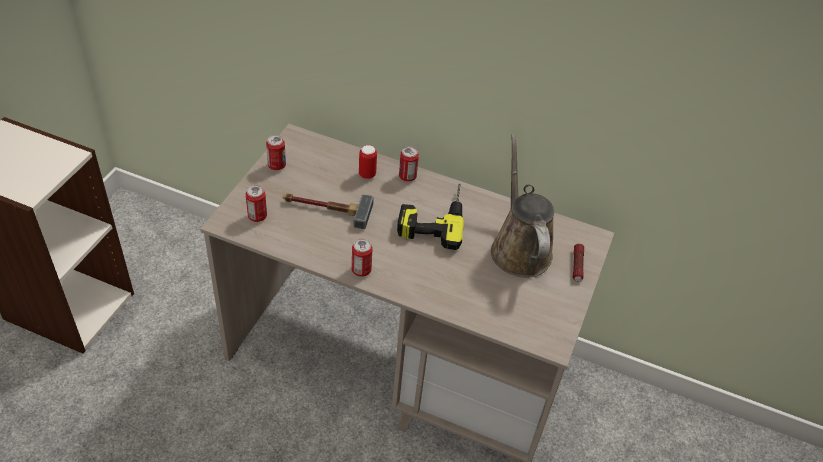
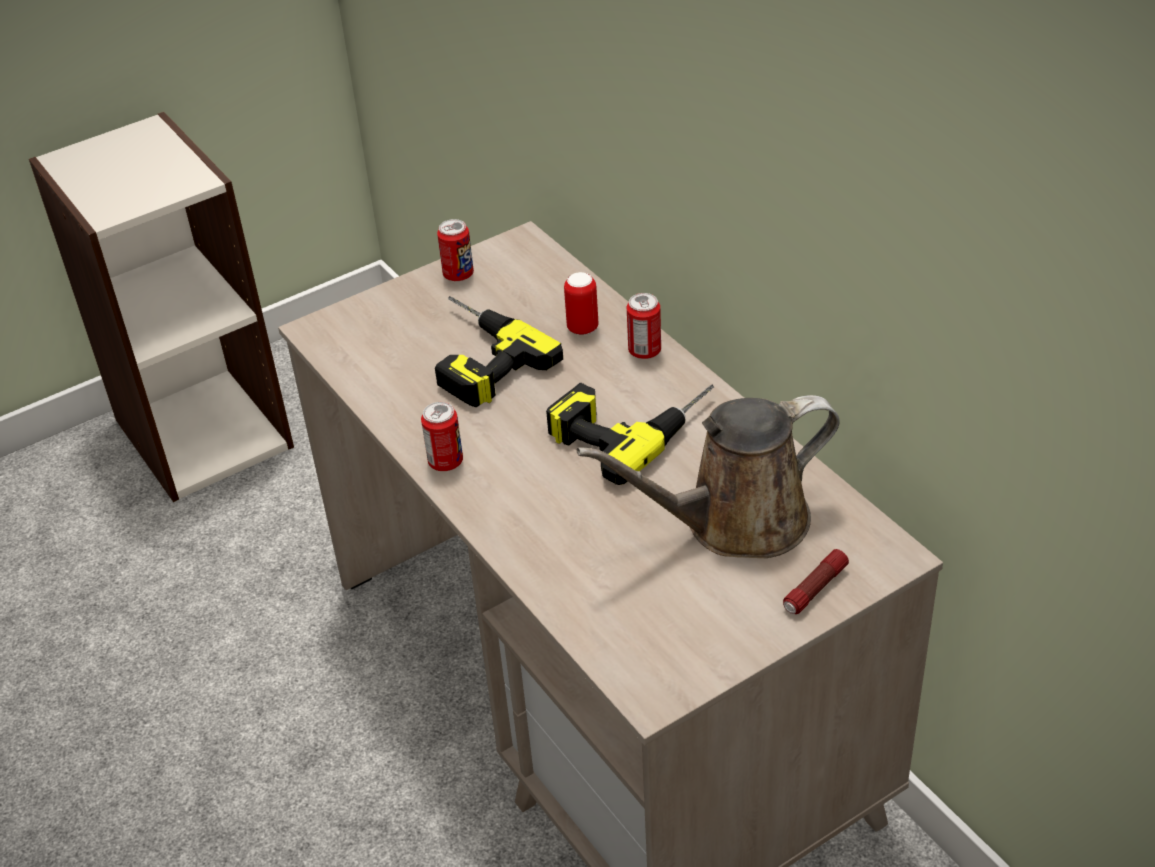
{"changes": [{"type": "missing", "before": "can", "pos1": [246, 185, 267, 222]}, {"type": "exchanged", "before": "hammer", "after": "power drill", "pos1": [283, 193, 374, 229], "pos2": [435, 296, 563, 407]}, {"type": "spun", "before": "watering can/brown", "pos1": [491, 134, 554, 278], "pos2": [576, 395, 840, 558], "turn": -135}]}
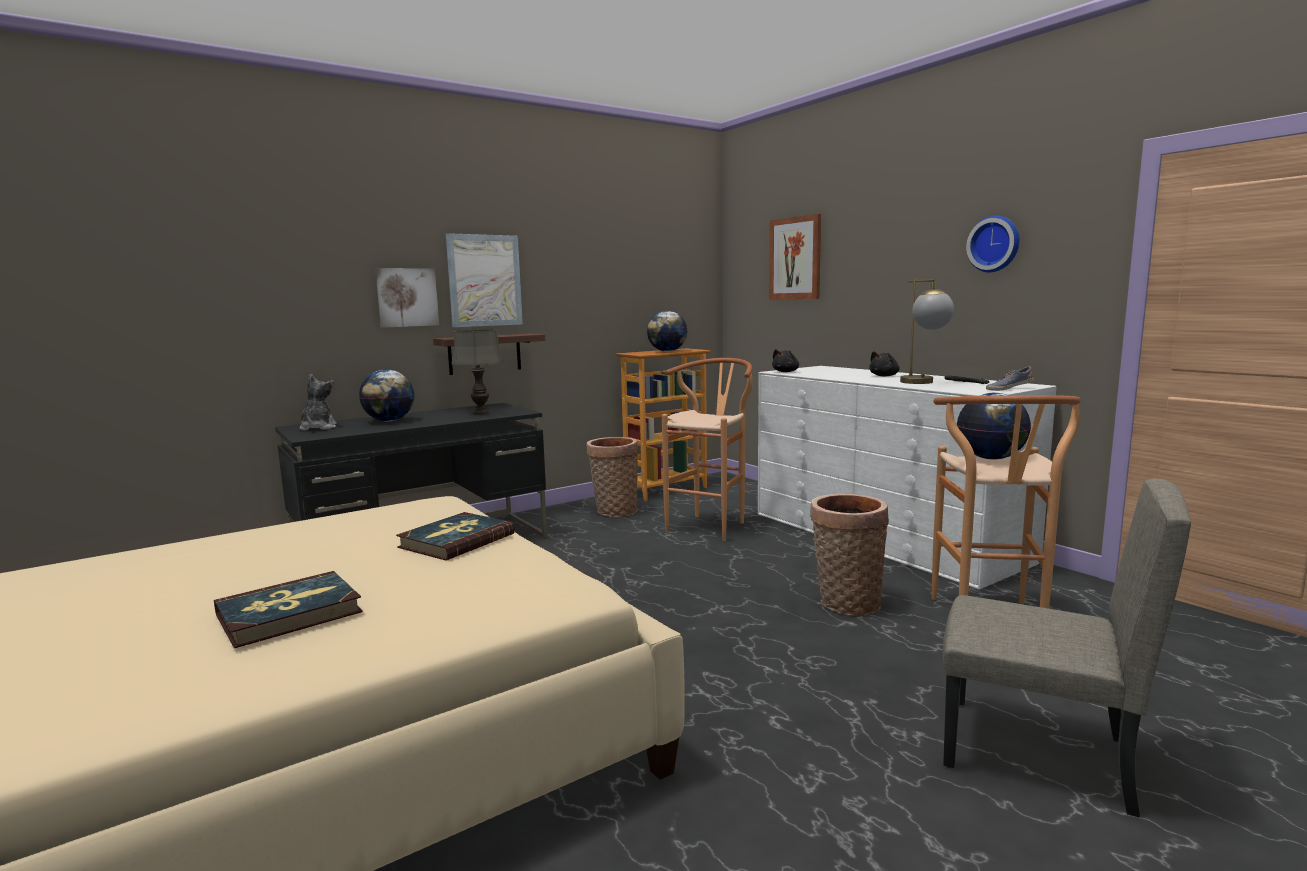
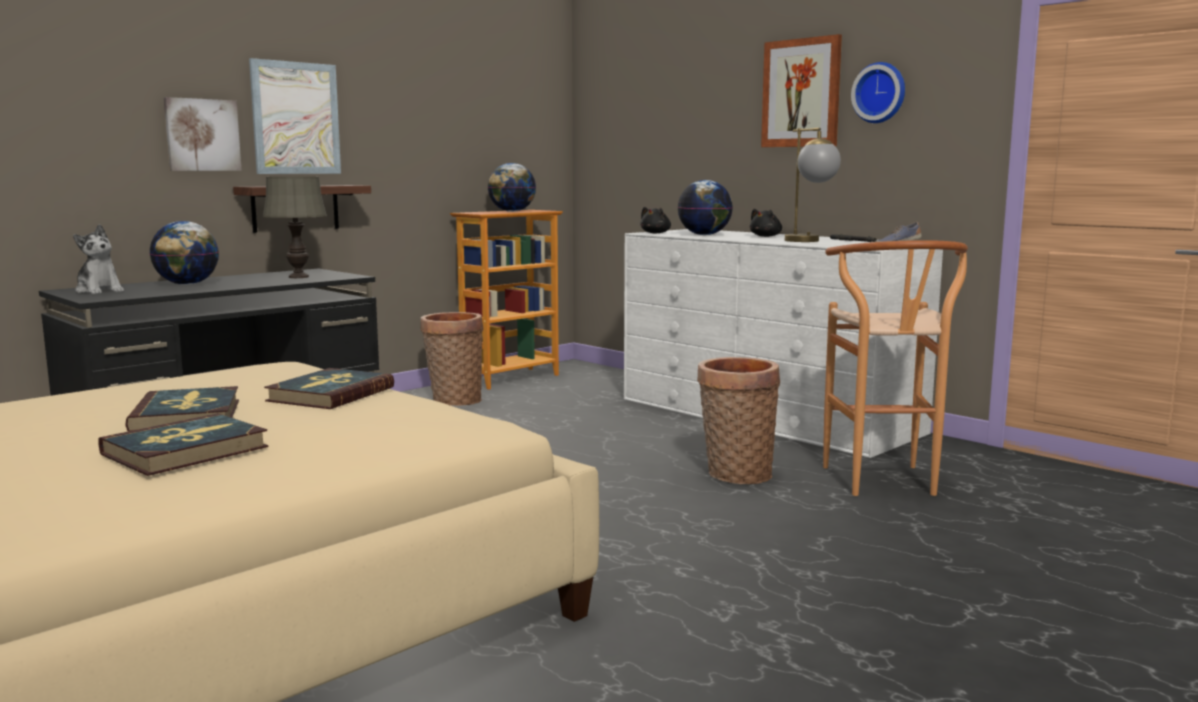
{"changes": [{"type": "missing", "before": "stool/brown", "pos1": [662, 358, 752, 541]}, {"type": "missing", "before": "chair/beige", "pos1": [943, 478, 1191, 817]}, {"type": "appeared", "after": "book", "pos2": [125, 386, 239, 431]}, {"type": "relocated", "before": "picture", "pos1": [769, 214, 821, 300], "pos2": [761, 34, 842, 147]}, {"type": "relocated", "before": "globe", "pos1": [957, 393, 1031, 460], "pos2": [677, 180, 733, 235]}, {"type": "spun", "before": "plush toy", "pos1": [299, 374, 336, 431], "pos2": [73, 224, 124, 294], "turn": 150}]}
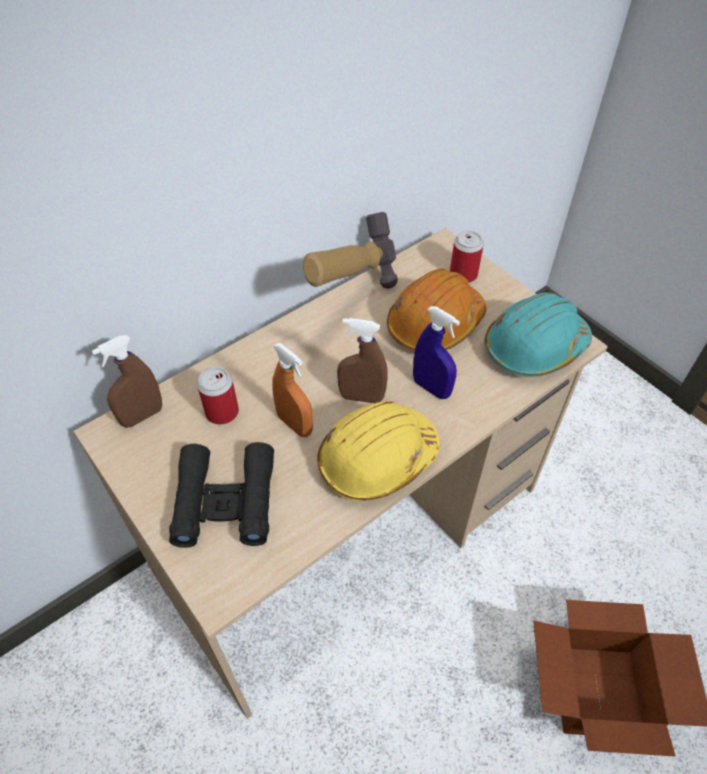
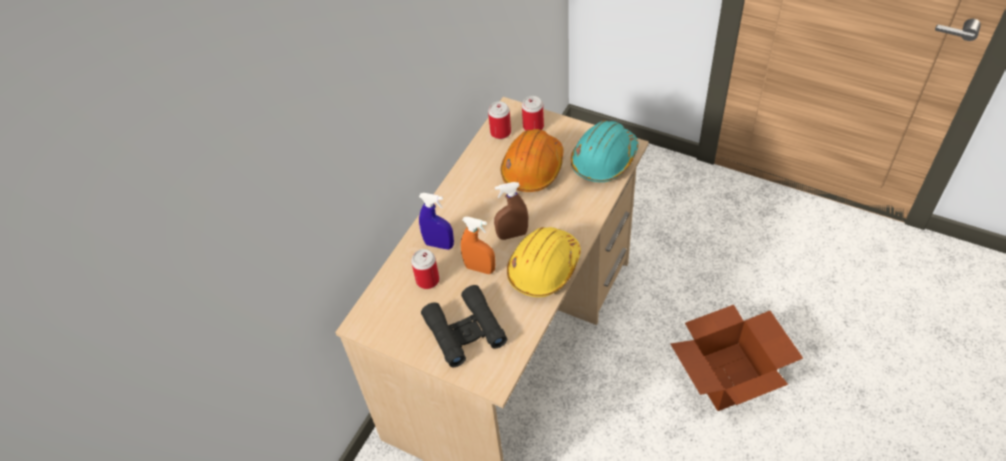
{"changes": [{"type": "missing", "before": "spray bottle/brown", "pos1": [92, 335, 162, 427]}, {"type": "missing", "before": "hammer", "pos1": [303, 212, 398, 289]}, {"type": "appeared", "after": "can", "pos2": [488, 101, 511, 139]}, {"type": "relocated", "before": "spray bottle/blue", "pos1": [413, 306, 460, 399], "pos2": [419, 193, 454, 250]}]}
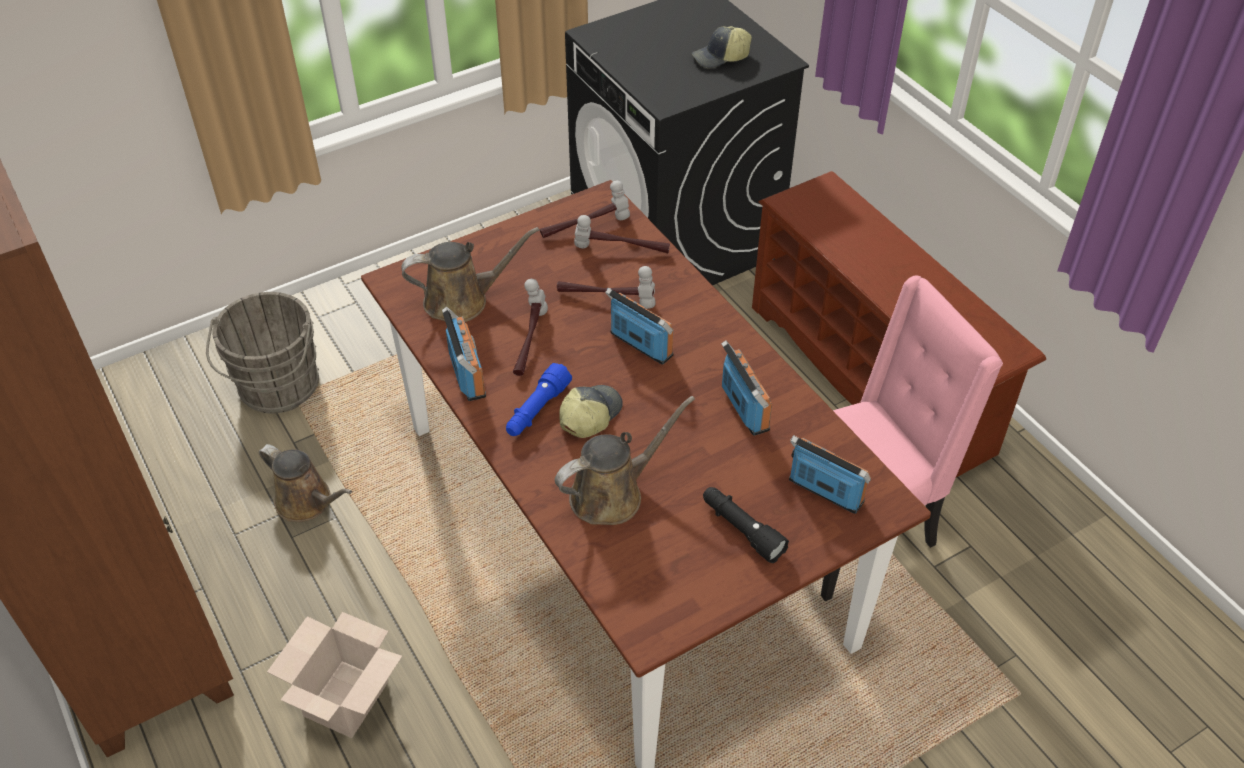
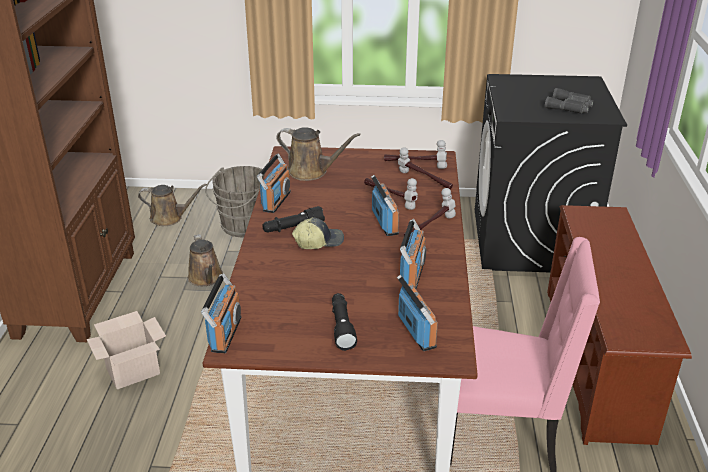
{"changes": [{"type": "appeared", "after": "radio", "pos2": [201, 273, 241, 354]}, {"type": "relocated", "before": "hammer", "pos1": [513, 279, 548, 376], "pos2": [404, 188, 456, 236]}, {"type": "relocated", "before": "watering can/brown", "pos1": [555, 396, 695, 525], "pos2": [138, 184, 207, 226]}, {"type": "exchanged", "before": "cap", "after": "binoculars/grey", "pos1": [692, 26, 752, 68], "pos2": [545, 88, 593, 114]}, {"type": "colour", "before": "flashlight/blue", "after": "flashlight/black", "pos1": [506, 363, 572, 436], "pos2": [262, 206, 325, 233]}]}
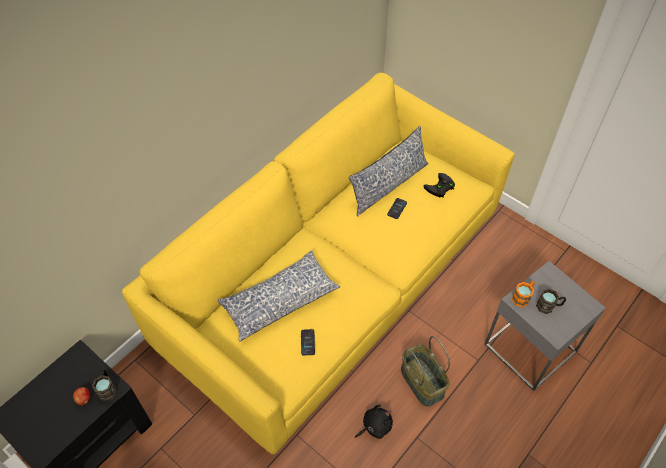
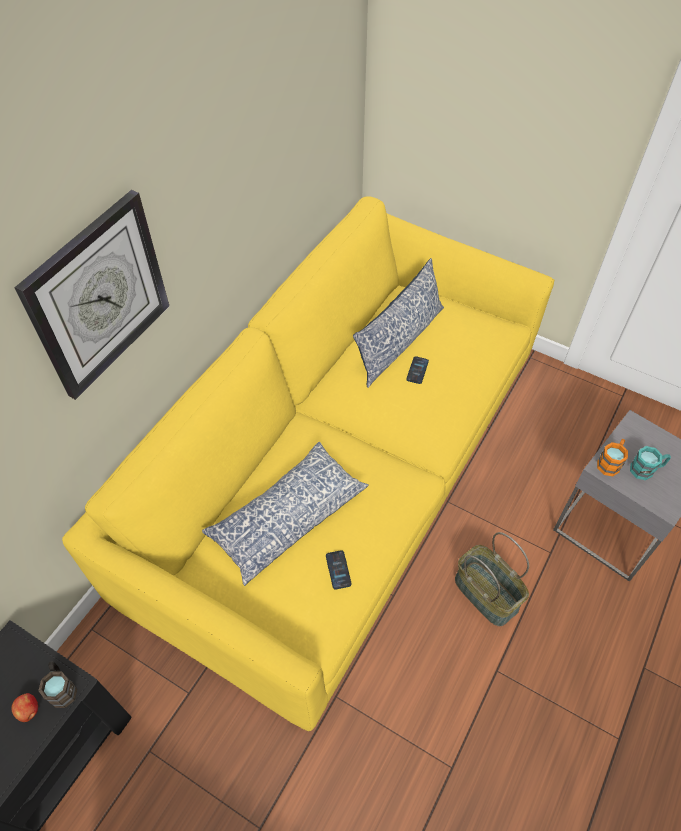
{"changes": [{"type": "missing", "before": "plush toy/black", "pos1": [355, 405, 393, 439]}, {"type": "missing", "before": "game controller/black", "pos1": [424, 173, 455, 198]}, {"type": "appeared", "after": "wall clock", "pos2": [14, 190, 169, 400]}, {"type": "colour", "before": "mug/brown", "after": "mug/turquoise", "pos1": [536, 289, 566, 314], "pos2": [630, 446, 671, 480]}]}
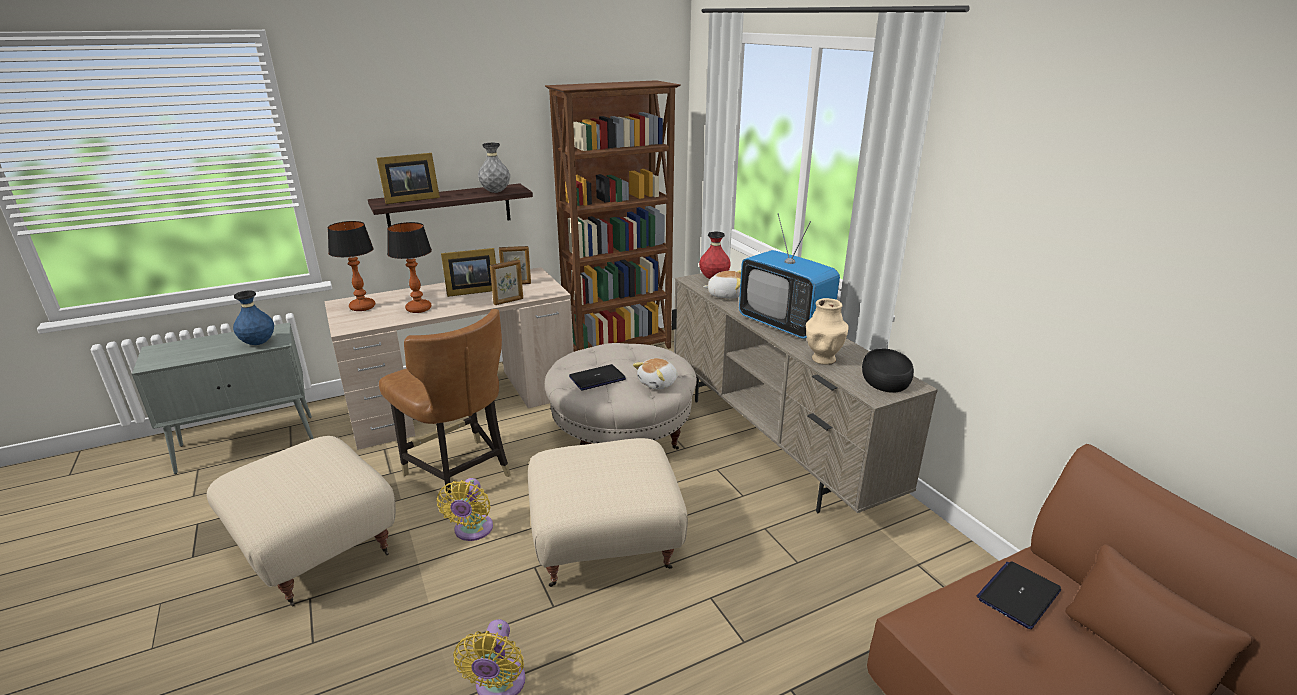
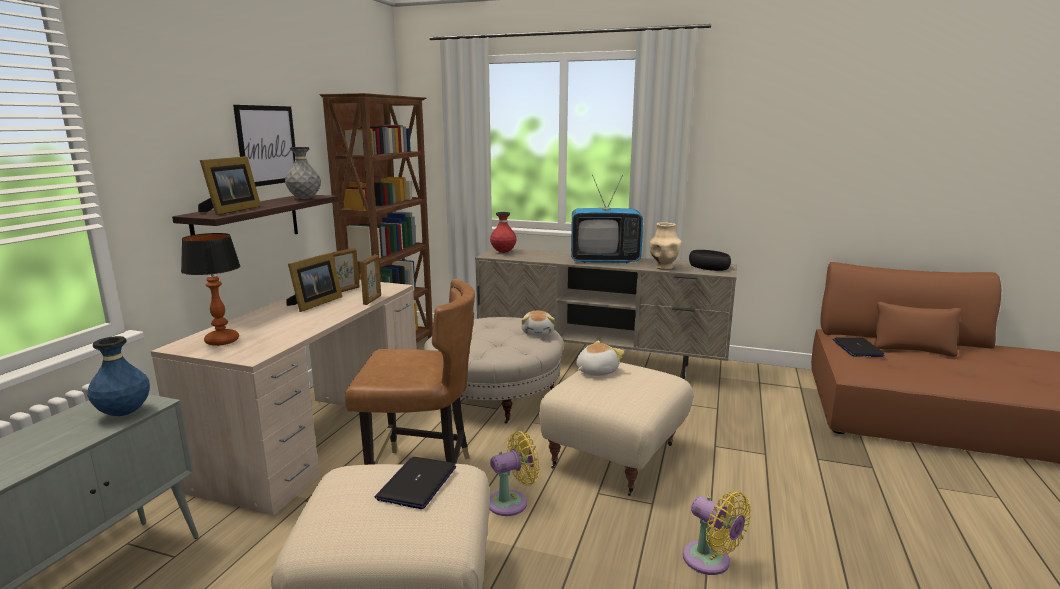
{"changes": [{"type": "missing", "before": "table lamp", "pos1": [387, 222, 432, 313]}, {"type": "appeared", "after": "picture", "pos2": [233, 105, 295, 187]}, {"type": "relocated", "before": "laptop", "pos1": [569, 364, 626, 391], "pos2": [375, 457, 456, 509]}, {"type": "relocated", "before": "plush toy", "pos1": [703, 270, 741, 299], "pos2": [576, 341, 624, 376]}, {"type": "spun", "before": "fan/yellow", "pos1": [437, 478, 493, 541], "pos2": [489, 431, 540, 516], "turn": -75}]}
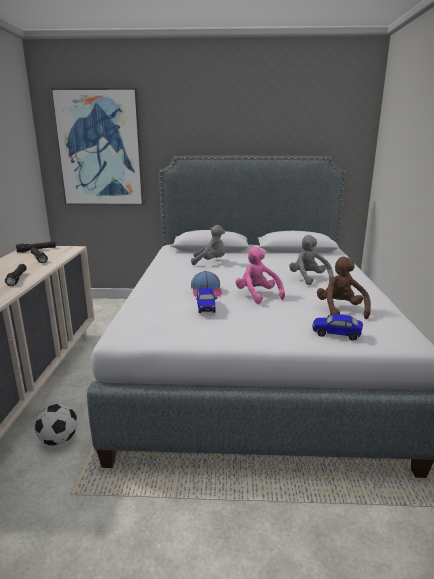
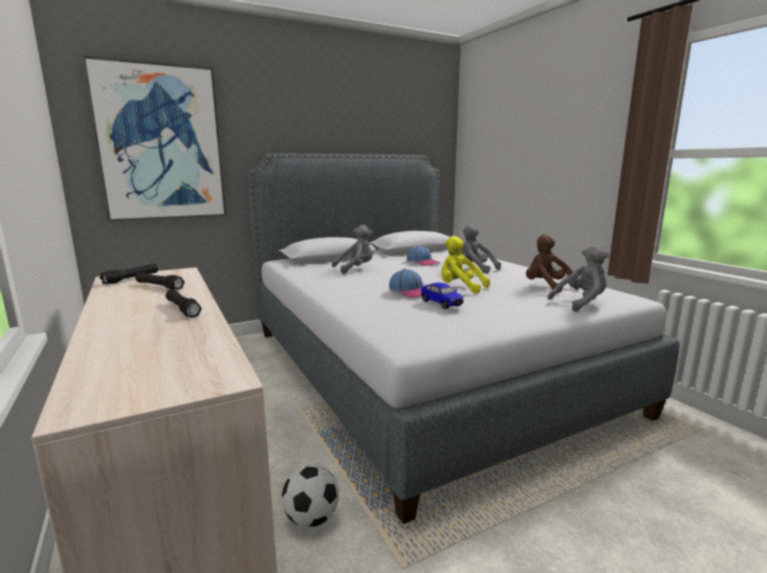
{"changes": [{"type": "appeared", "after": "cap", "pos2": [407, 245, 440, 266]}, {"type": "exchanged", "before": "toy car", "after": "plush toy/grey", "pos1": [312, 314, 363, 341], "pos2": [548, 245, 609, 312]}, {"type": "colour", "before": "plush toy/pink", "after": "plush toy/yellow", "pos1": [235, 247, 285, 304], "pos2": [441, 236, 490, 294]}]}
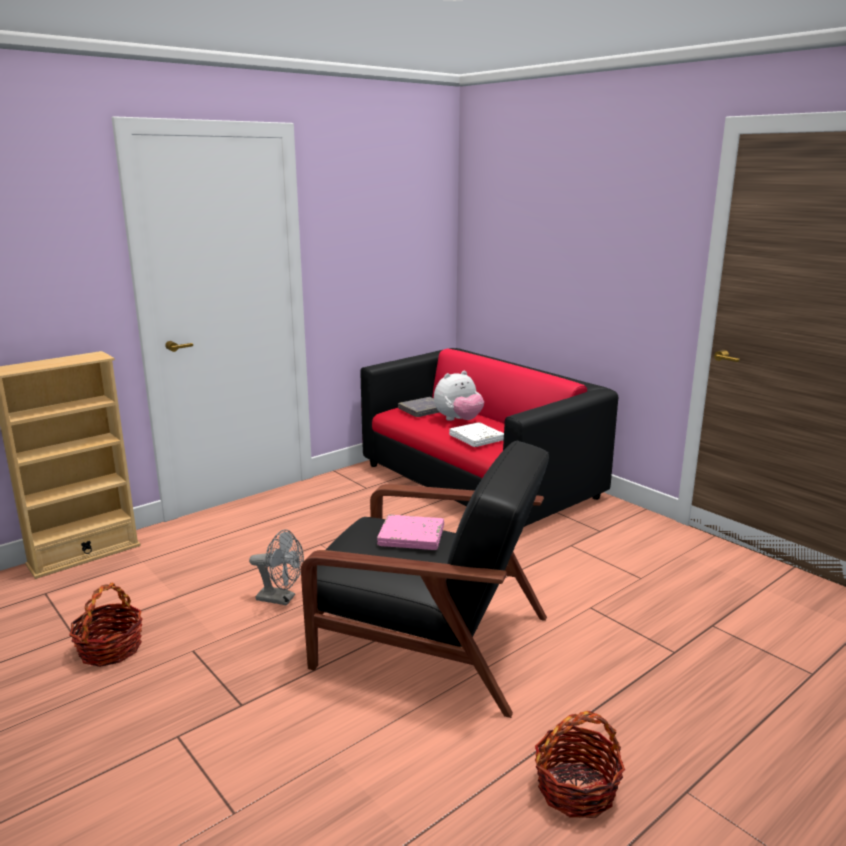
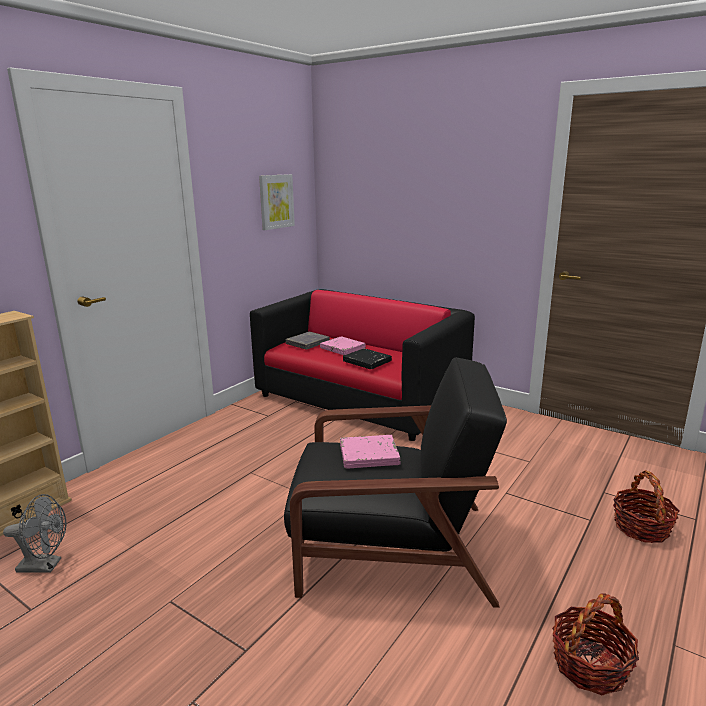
{"changes": [{"type": "appeared", "after": "picture", "pos2": [259, 174, 295, 230]}, {"type": "relocated", "before": "basket", "pos1": [69, 583, 143, 667], "pos2": [613, 470, 679, 543]}, {"type": "relocated", "before": "fan/grey", "pos1": [249, 529, 304, 606], "pos2": [3, 494, 67, 573]}, {"type": "exchanged", "before": "plush toy", "after": "book/pink", "pos1": [434, 371, 484, 421], "pos2": [320, 336, 366, 355]}, {"type": "colour", "before": "book/white", "after": "book/black", "pos1": [449, 422, 504, 447], "pos2": [343, 348, 392, 369]}]}
